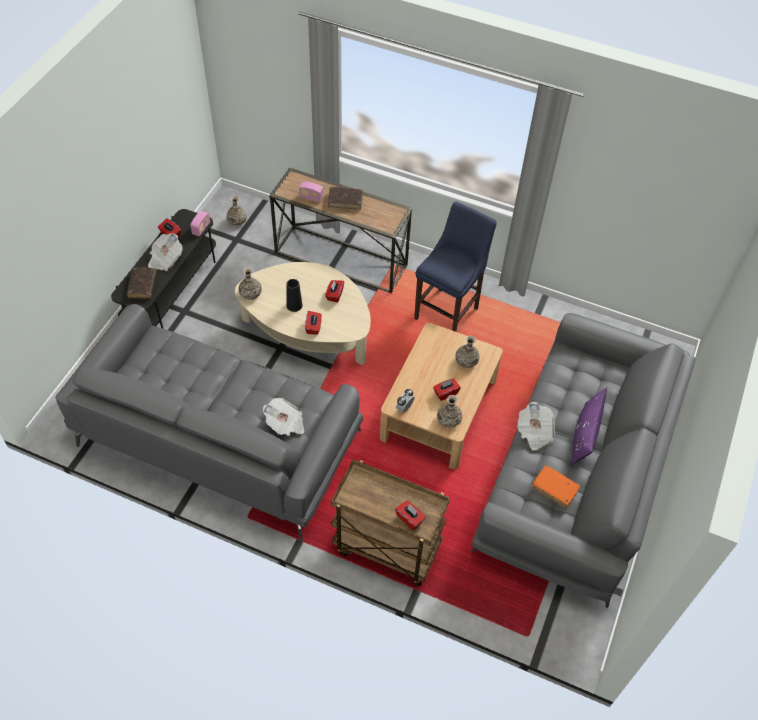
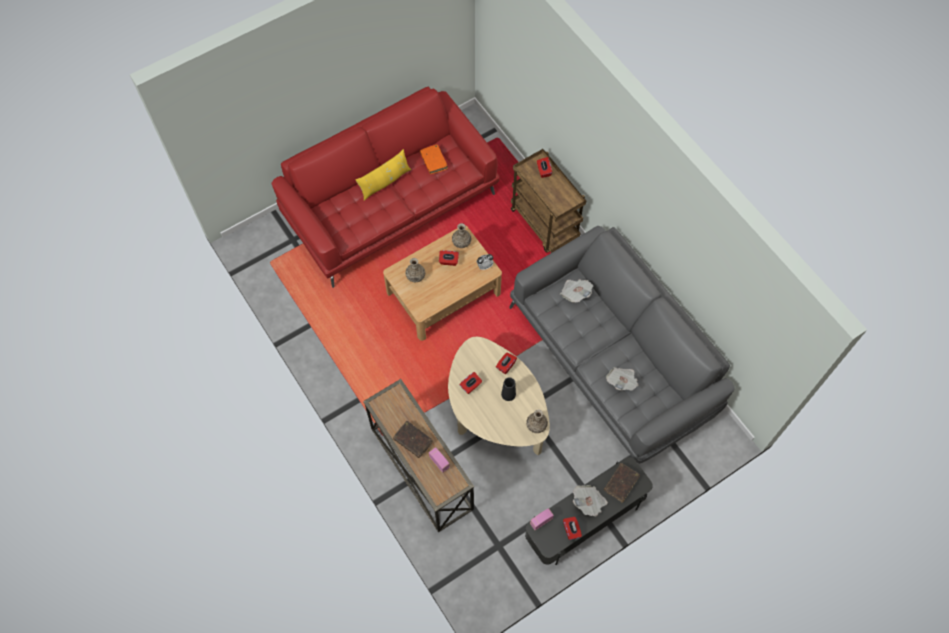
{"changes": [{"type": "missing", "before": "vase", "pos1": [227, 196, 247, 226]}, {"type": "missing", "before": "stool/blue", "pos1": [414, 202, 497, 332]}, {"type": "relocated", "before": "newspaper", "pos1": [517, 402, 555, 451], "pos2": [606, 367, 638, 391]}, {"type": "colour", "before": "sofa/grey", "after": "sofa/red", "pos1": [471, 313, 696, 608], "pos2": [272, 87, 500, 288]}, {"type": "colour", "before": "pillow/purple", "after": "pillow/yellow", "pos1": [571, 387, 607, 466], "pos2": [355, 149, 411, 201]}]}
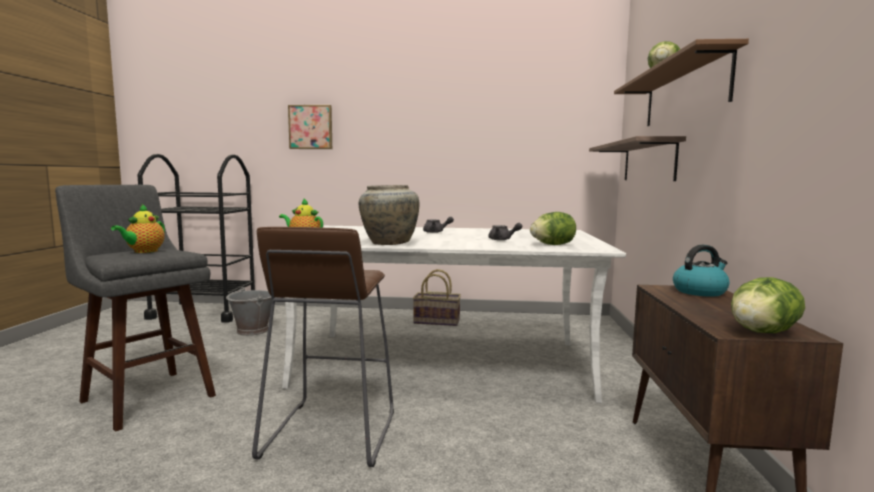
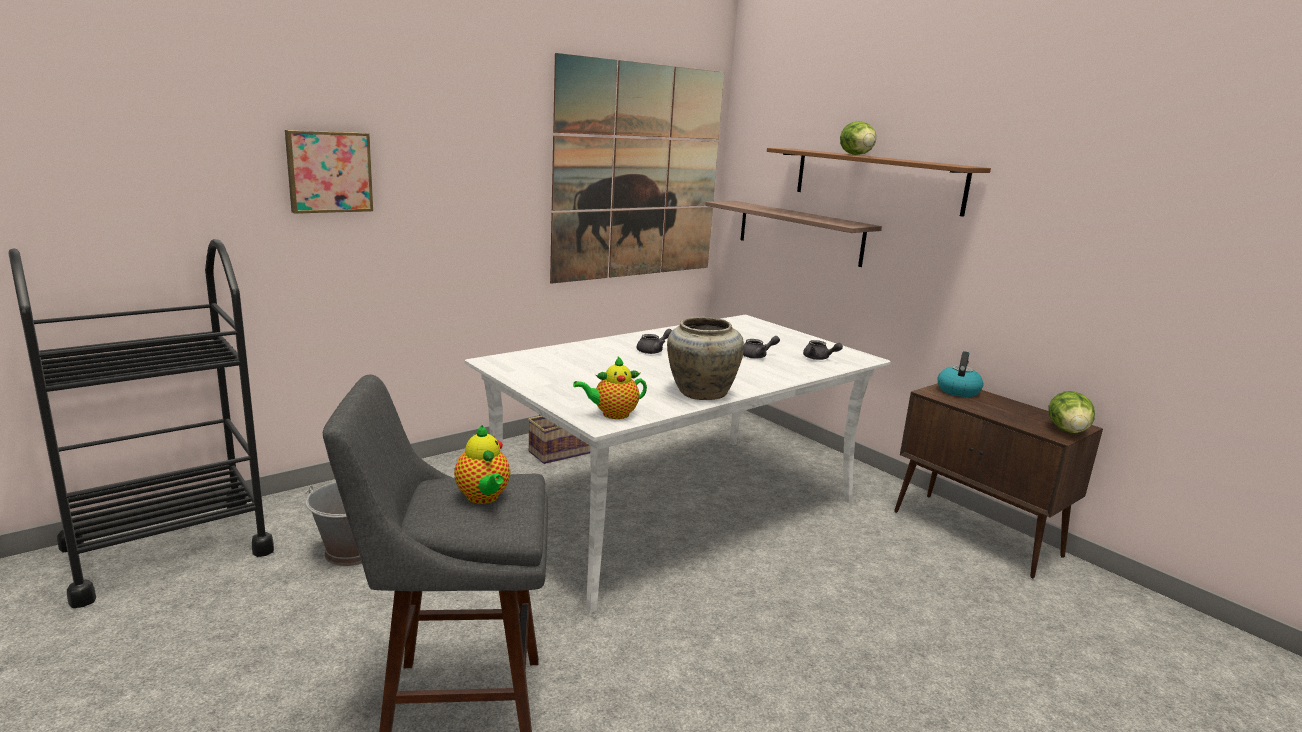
{"changes": [{"type": "missing", "before": "stool/brown", "pos1": [252, 227, 394, 467]}, {"type": "appeared", "after": "picture", "pos2": [550, 53, 724, 284]}, {"type": "exchanged", "before": "lettuce", "after": "teapot/grey", "pos1": [530, 212, 576, 245], "pos2": [803, 340, 843, 360]}]}
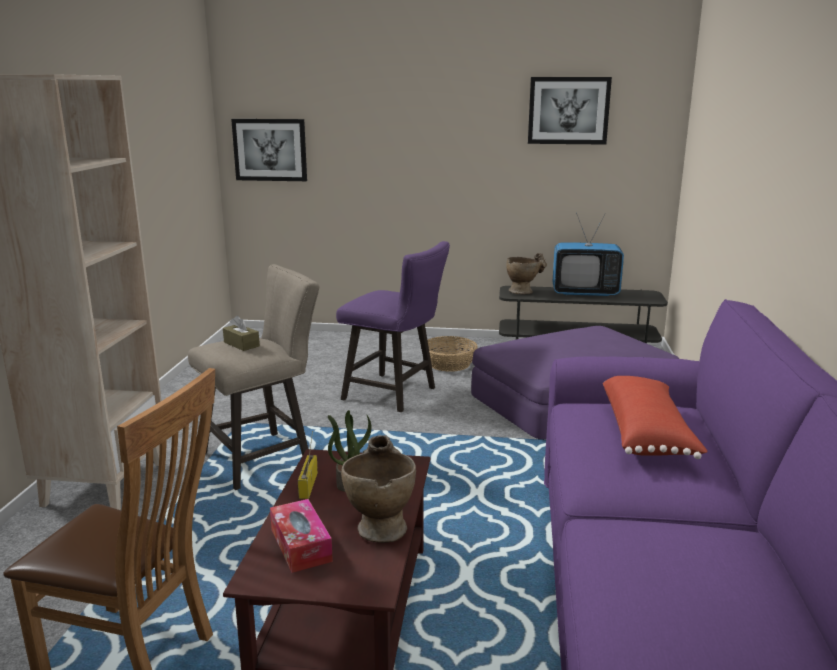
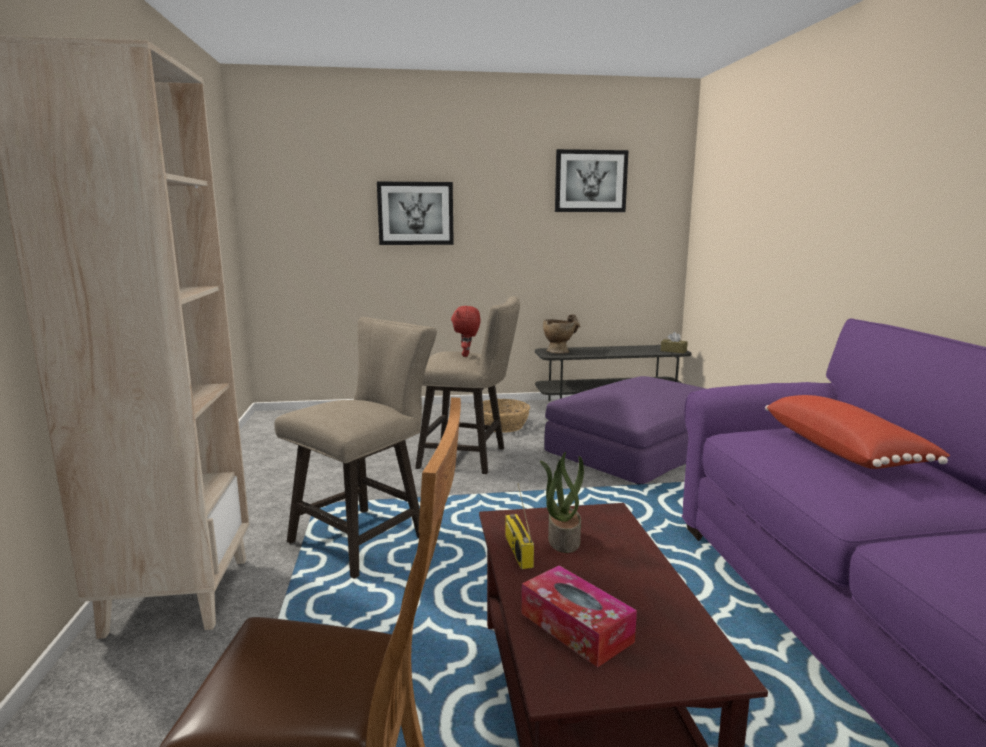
{"changes": [{"type": "missing", "before": "vase/beige", "pos1": [341, 435, 416, 543]}, {"type": "missing", "before": "television", "pos1": [553, 213, 624, 297]}, {"type": "appeared", "after": "plush toy/red", "pos2": [451, 306, 481, 357]}, {"type": "relocated", "before": "tissue box/brown", "pos1": [223, 315, 260, 351], "pos2": [661, 332, 688, 354]}, {"type": "relocated", "before": "picture", "pos1": [231, 119, 307, 181], "pos2": [377, 182, 454, 245]}, {"type": "colour", "before": "stool/purple", "after": "stool/beige", "pos1": [336, 241, 450, 412], "pos2": [415, 296, 520, 474]}]}
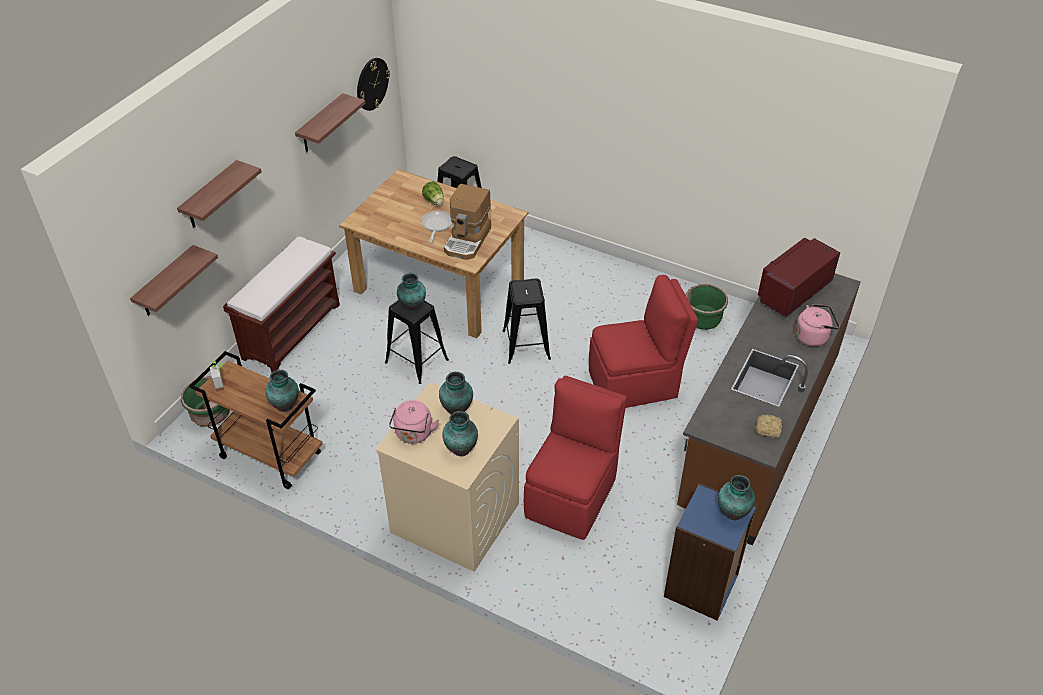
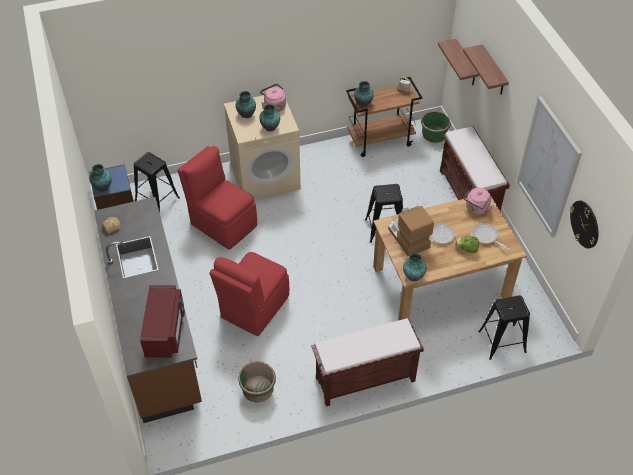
{"changes": [{"type": "appeared", "after": "bench/brown", "pos2": [311, 318, 424, 407]}, {"type": "appeared", "after": "frying pan", "pos2": [472, 223, 510, 250]}, {"type": "relocated", "before": "vase", "pos1": [397, 273, 426, 311], "pos2": [403, 253, 427, 282]}, {"type": "relocated", "before": "stool/black", "pos1": [503, 278, 551, 364], "pos2": [134, 152, 180, 213]}, {"type": "relocated", "before": "kettle/pink", "pos1": [795, 304, 840, 346], "pos2": [464, 188, 495, 215]}, {"type": "exchanged", "before": "shelf", "after": "picture", "pos1": [295, 93, 366, 152], "pos2": [517, 96, 582, 237]}, {"type": "spun", "before": "chair/red", "pos1": [524, 376, 627, 540], "pos2": [177, 146, 257, 250], "turn": 150}]}
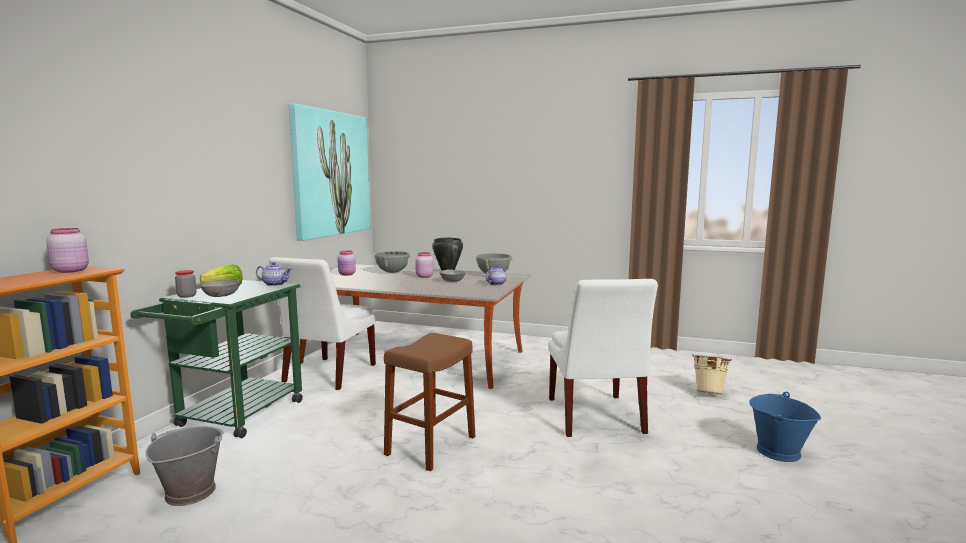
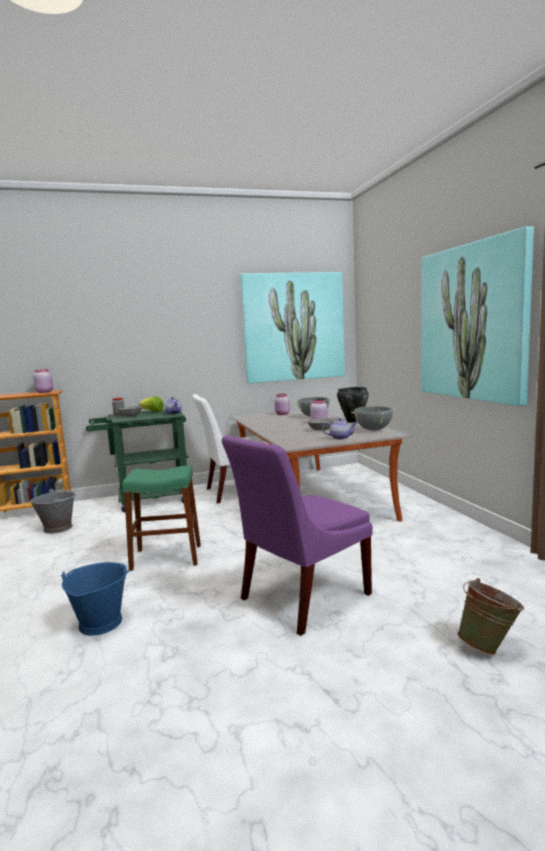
{"changes": [{"type": "appeared", "after": "picture", "pos2": [421, 226, 534, 406]}, {"type": "relocated", "before": "bucket/blue", "pos1": [749, 392, 821, 462], "pos2": [61, 562, 129, 636]}, {"type": "colour", "before": "stool/brown", "after": "stool/green", "pos1": [384, 333, 475, 471], "pos2": [122, 466, 201, 571]}, {"type": "colour", "before": "chair/white", "after": "chair/purple", "pos1": [548, 279, 658, 437], "pos2": [222, 435, 373, 636]}, {"type": "colour", "before": "bucket/beige", "after": "bucket/green", "pos1": [692, 353, 732, 394], "pos2": [457, 578, 524, 655]}]}
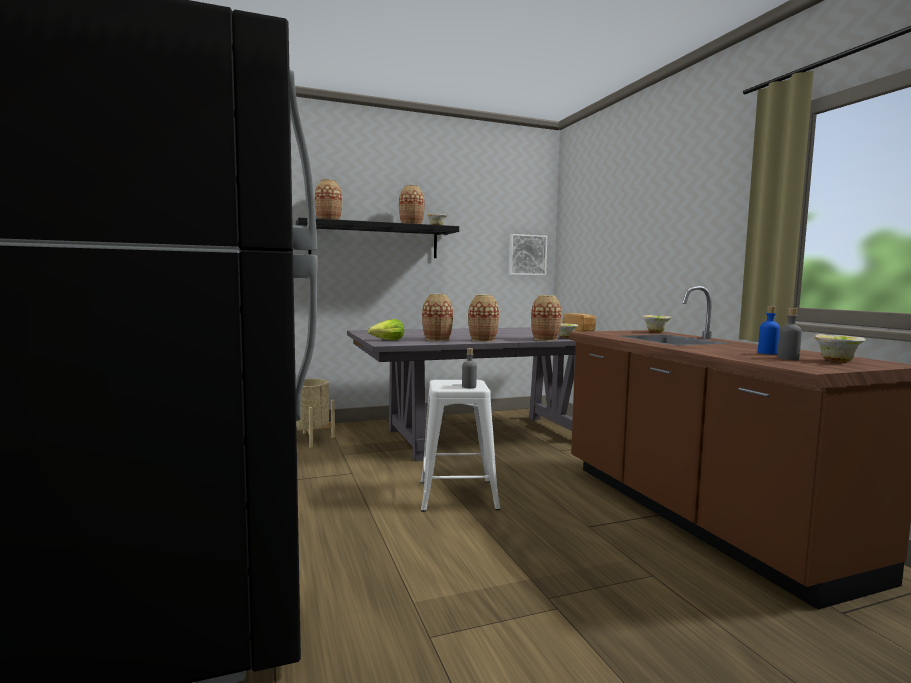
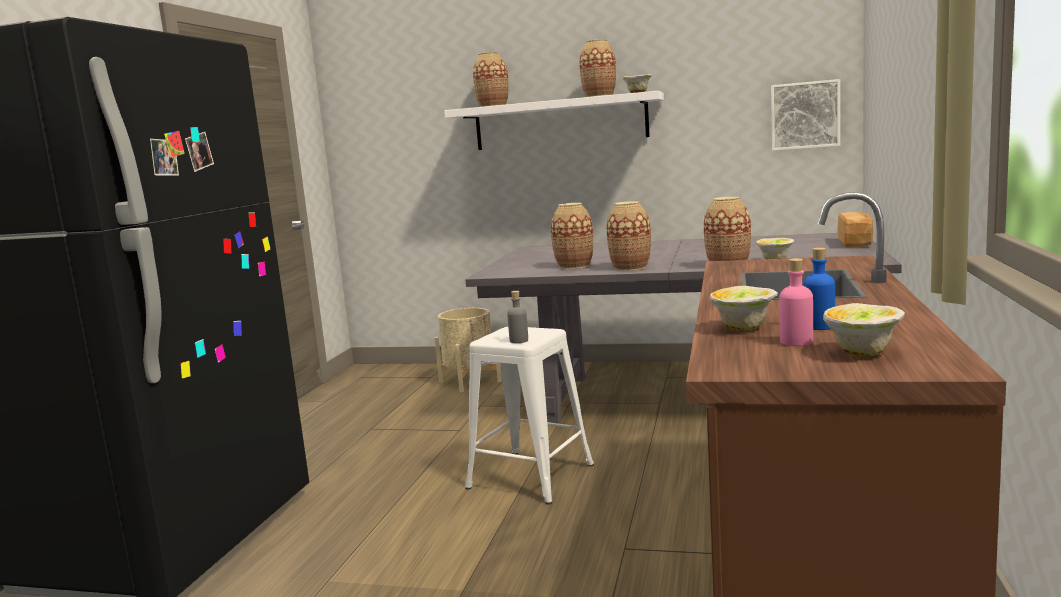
{"changes": [{"type": "missing", "before": "lettuce", "pos1": [368, 319, 404, 340]}, {"type": "relocated", "before": "bowl", "pos1": [643, 315, 671, 332], "pos2": [710, 286, 778, 331]}, {"type": "colour", "before": "shelf/black", "after": "shelf/white", "pos1": [296, 218, 459, 258], "pos2": [444, 91, 664, 150]}, {"type": "colour", "before": "bottle/grey", "after": "bottle/pink", "pos1": [777, 308, 802, 360], "pos2": [779, 258, 813, 346]}]}
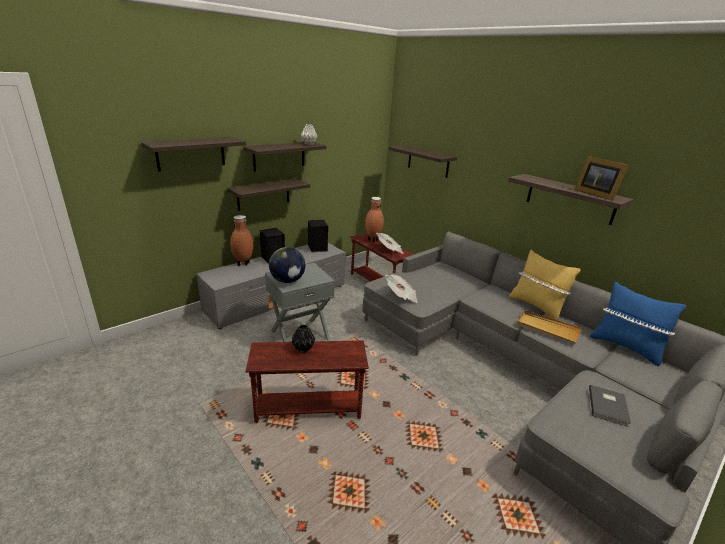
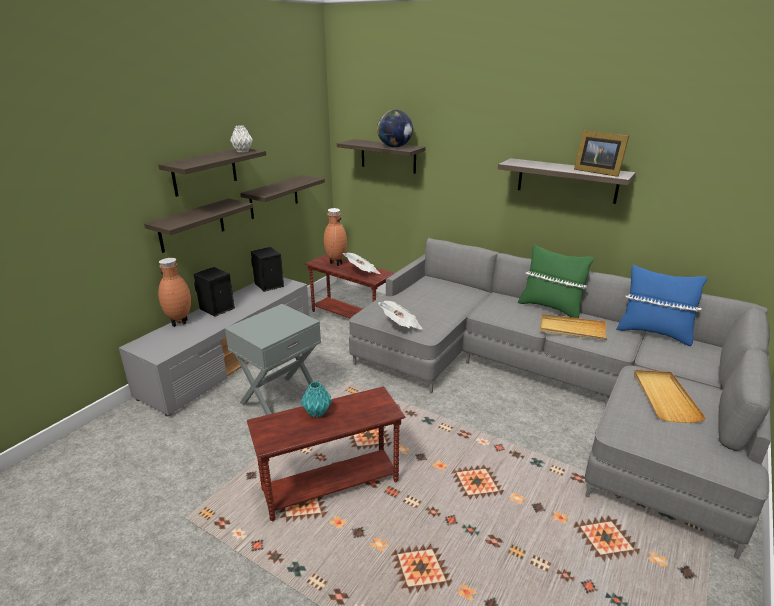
{"changes": [{"type": "relocated", "before": "shelf", "pos1": [141, 137, 246, 172], "pos2": [240, 175, 325, 219]}, {"type": "relocated", "before": "globe", "pos1": [269, 247, 305, 283], "pos2": [377, 110, 413, 147]}, {"type": "exchanged", "before": "book/grey", "after": "tray/beige", "pos1": [589, 384, 631, 427], "pos2": [634, 370, 706, 423]}, {"type": "colour", "before": "vase/black", "after": "vase/turquoise", "pos1": [292, 325, 315, 353], "pos2": [301, 382, 332, 417]}, {"type": "colour", "before": "pillow/yellow", "after": "pillow/green", "pos1": [509, 250, 581, 320], "pos2": [518, 244, 594, 318]}]}
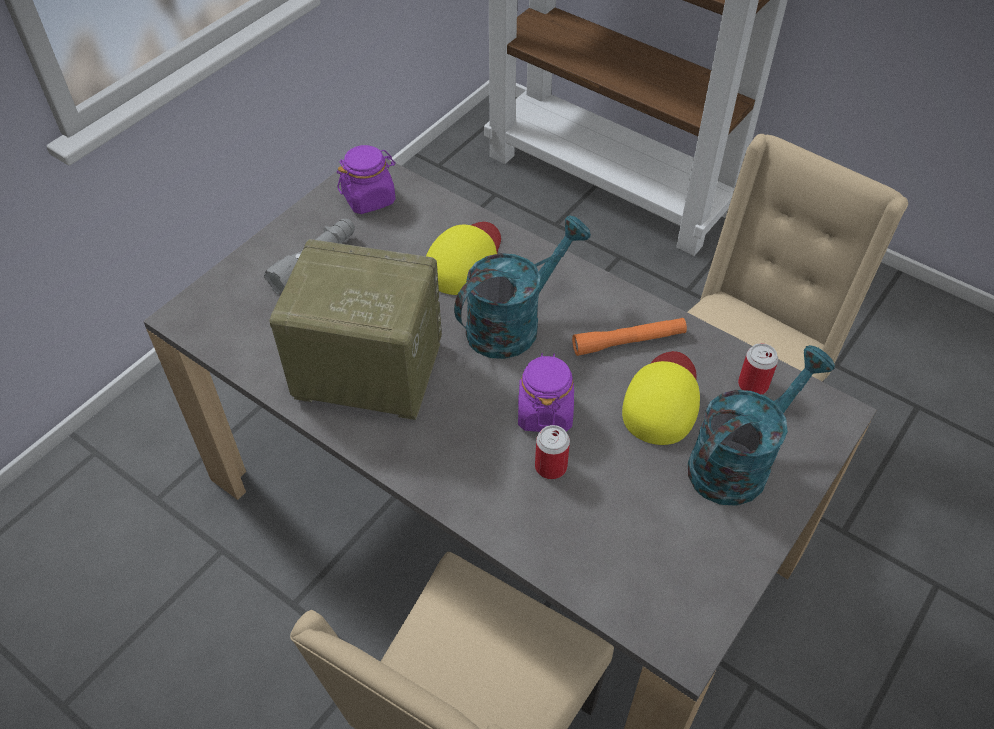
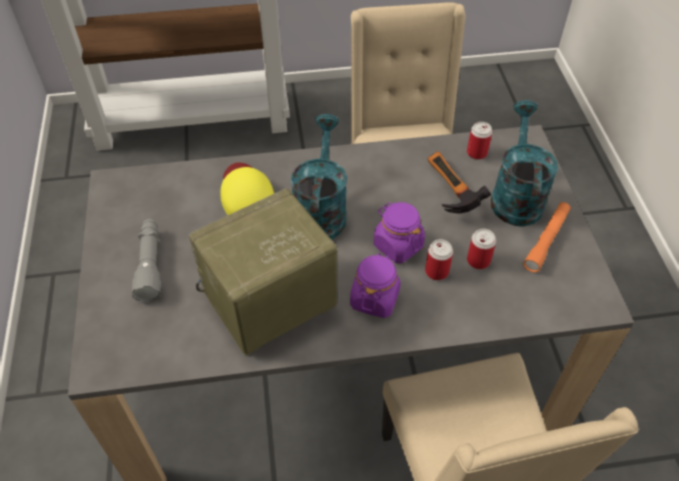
{"changes": [{"type": "appeared", "after": "can", "pos2": [467, 229, 496, 269]}, {"type": "relocated", "before": "jar/purple", "pos1": [337, 145, 396, 214], "pos2": [350, 253, 401, 318]}, {"type": "relocated", "before": "flashlight/orange", "pos1": [572, 318, 687, 356], "pos2": [523, 202, 571, 272]}, {"type": "exchanged", "before": "cap/yellow", "after": "hammer", "pos1": [622, 351, 700, 445], "pos2": [428, 151, 491, 214]}]}
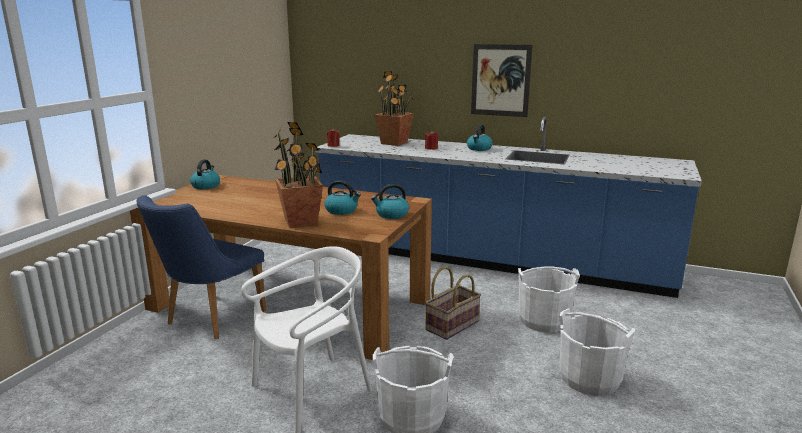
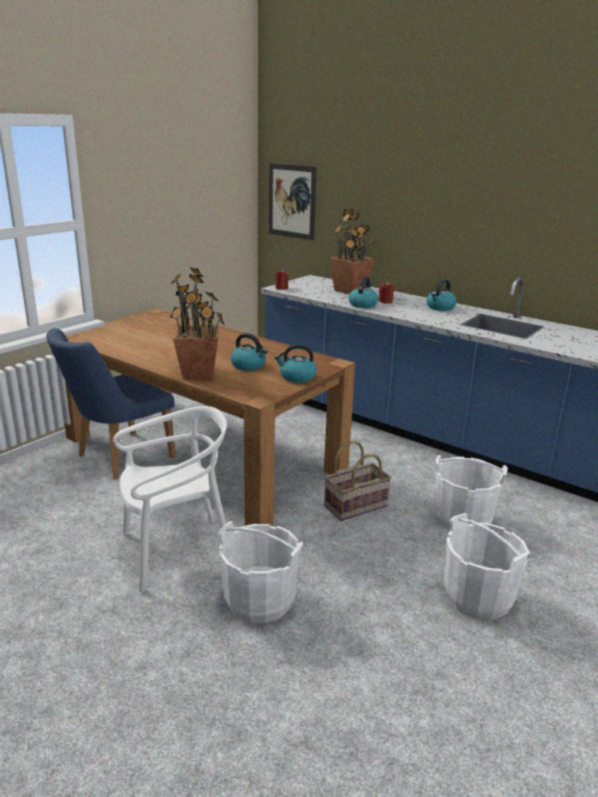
{"changes": [{"type": "relocated", "before": "kettle", "pos1": [190, 160, 220, 189], "pos2": [349, 277, 378, 308]}, {"type": "relocated", "before": "picture", "pos1": [471, 44, 533, 117], "pos2": [269, 163, 317, 240]}]}
